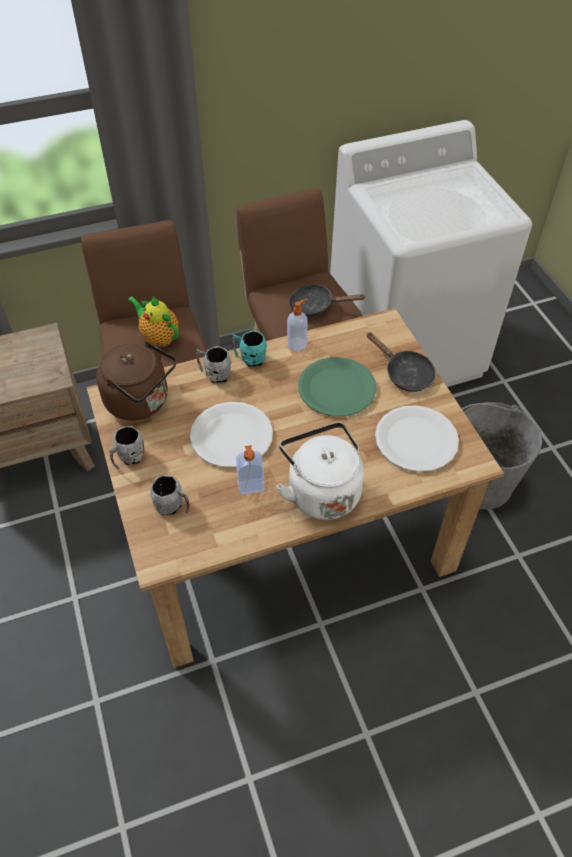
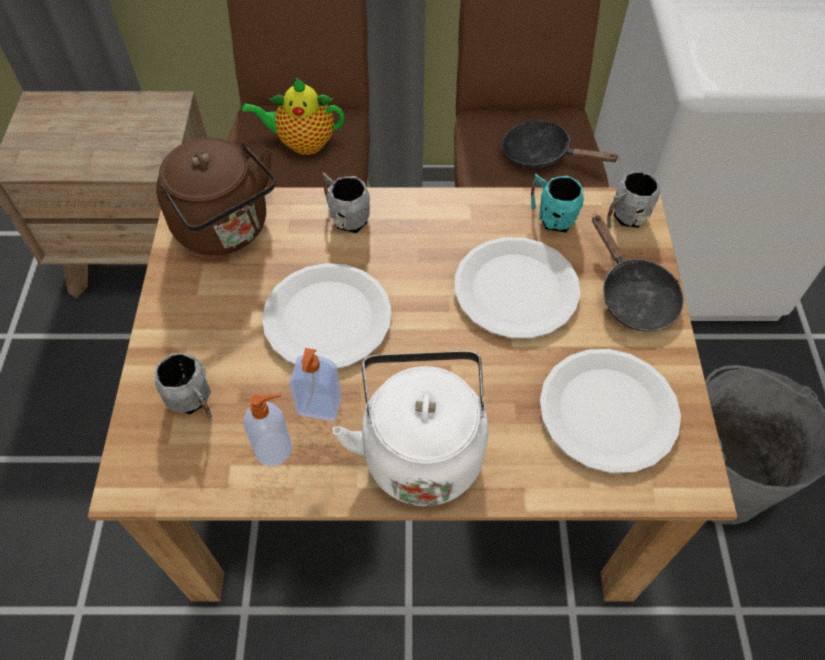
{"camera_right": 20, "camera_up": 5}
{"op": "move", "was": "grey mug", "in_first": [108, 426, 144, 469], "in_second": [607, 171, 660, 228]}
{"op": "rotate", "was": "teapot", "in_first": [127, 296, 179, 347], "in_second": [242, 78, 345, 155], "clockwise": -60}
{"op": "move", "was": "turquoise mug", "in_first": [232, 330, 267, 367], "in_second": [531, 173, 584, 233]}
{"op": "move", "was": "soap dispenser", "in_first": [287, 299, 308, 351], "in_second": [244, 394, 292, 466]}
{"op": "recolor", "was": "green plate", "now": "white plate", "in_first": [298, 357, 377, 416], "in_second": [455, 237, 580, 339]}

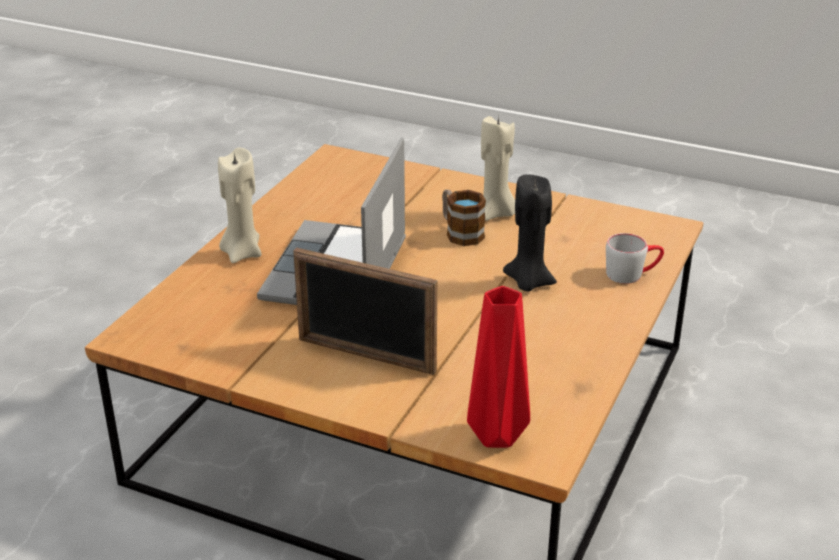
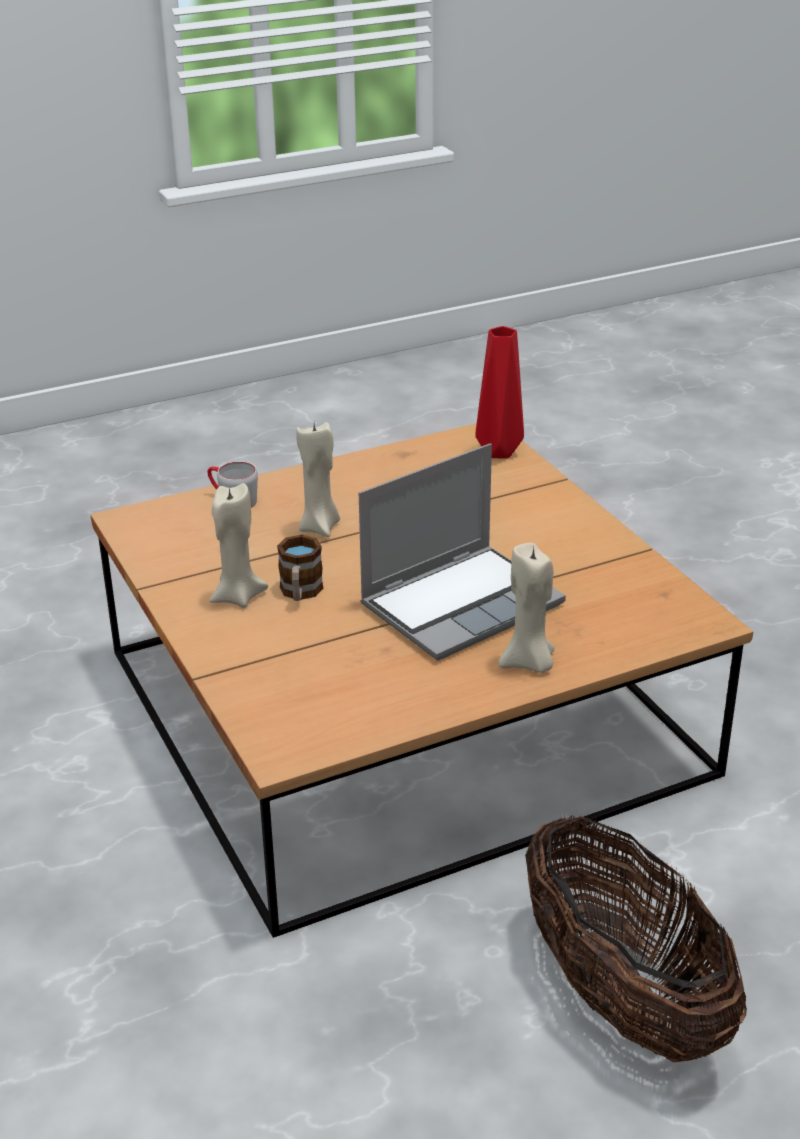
{"camera_right": -140, "camera_up": 0}
{"op": "delete", "was": "picture frame", "in_first": [293, 247, 438, 375]}
{"op": "recolor", "was": "black candle", "now": "beige candle", "in_first": [503, 174, 557, 291], "in_second": [296, 422, 340, 537]}
{"op": "insert", "now": "basket", "in_second": [525, 815, 747, 1062]}

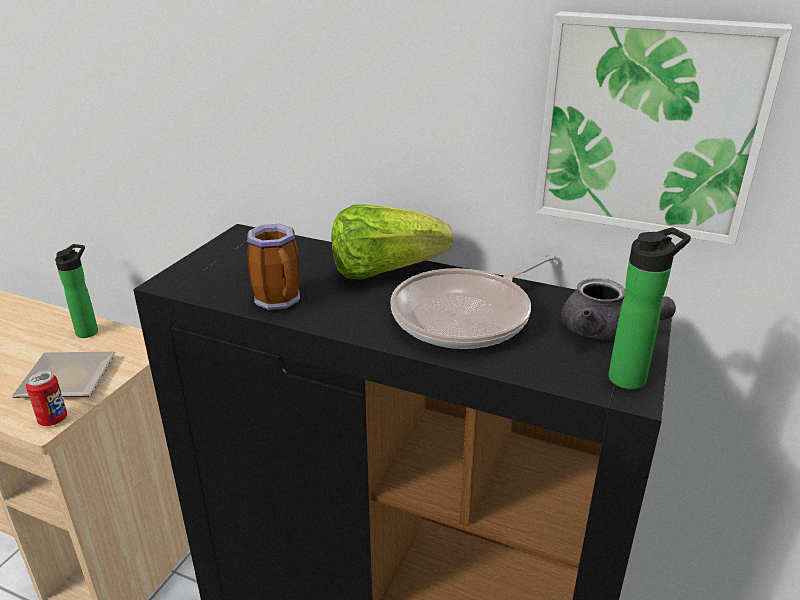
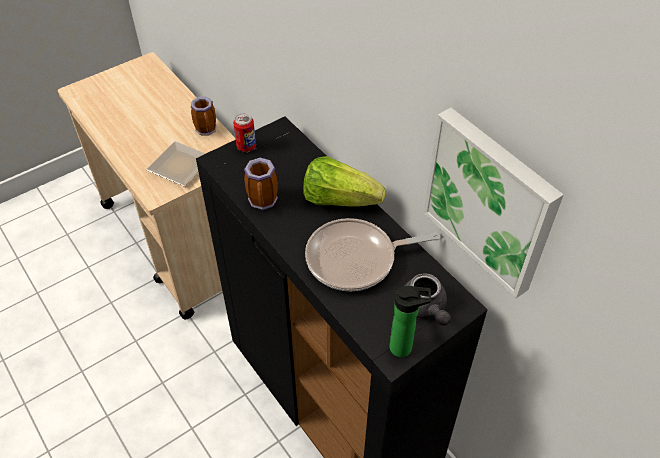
{"camera_right": 30, "camera_up": 20}
{"op": "move", "was": "can", "in_first": [26, 371, 67, 426], "in_second": [233, 113, 256, 152]}
{"op": "replace", "was": "bottle", "now": "mug", "in_first": [55, 244, 98, 338], "in_second": [191, 97, 217, 135]}

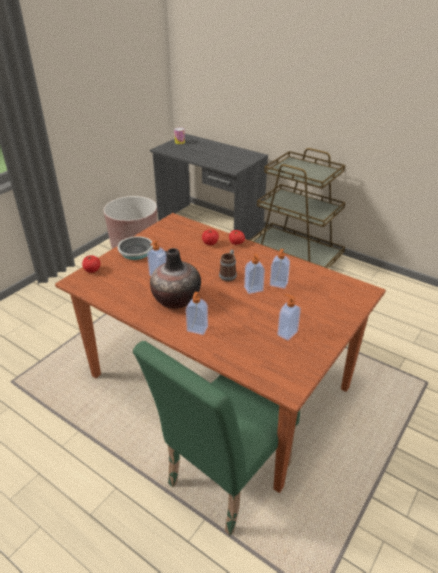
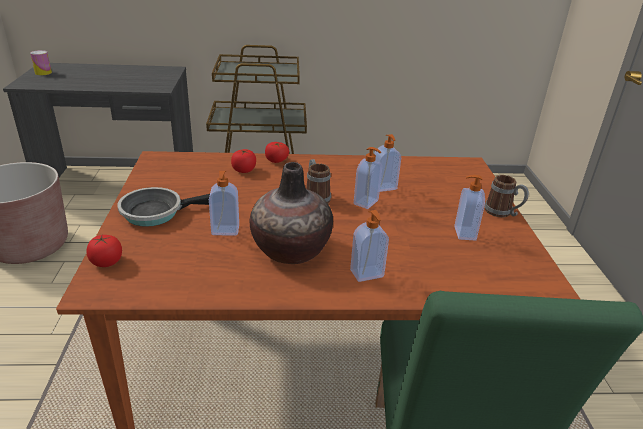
{"camera_right": -40, "camera_up": -5}
{"op": "insert", "now": "mug", "in_second": [485, 175, 529, 217]}

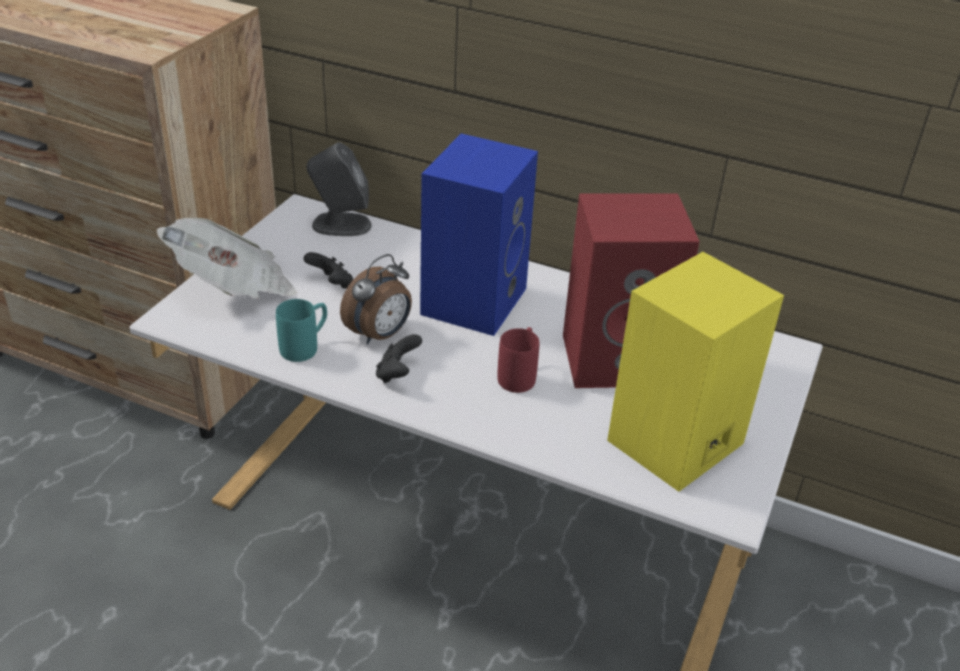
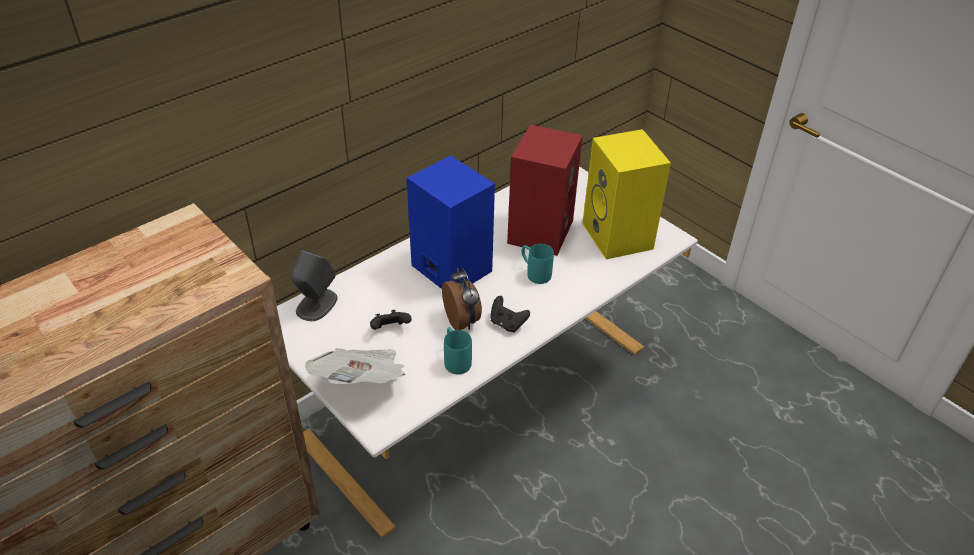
{"camera_right": -65, "camera_up": 5}
{"op": "recolor", "was": "red mug", "now": "turquoise mug", "in_first": [497, 327, 539, 393], "in_second": [522, 244, 554, 284]}

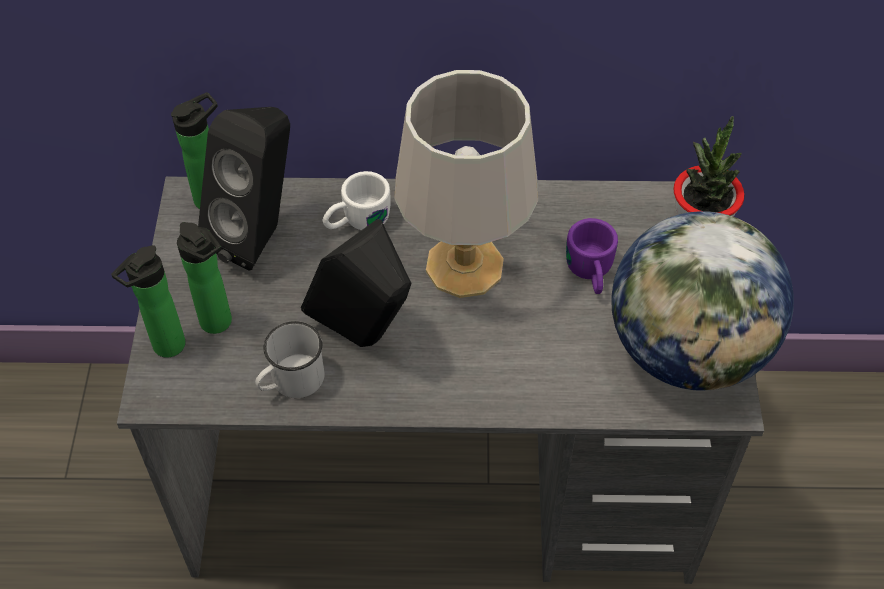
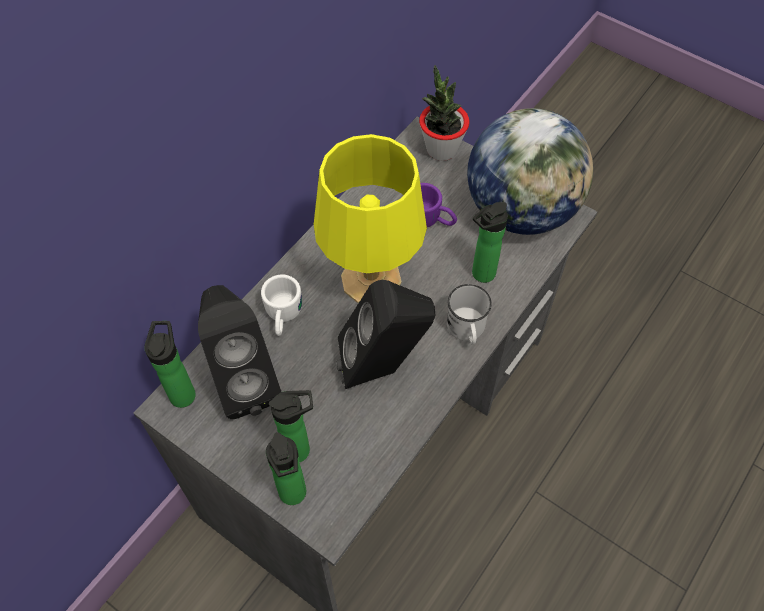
{"camera_right": -55, "camera_up": 5}
{"op": "move", "was": "white mug", "in_first": [255, 321, 324, 398], "in_second": [447, 284, 492, 344]}
{"op": "recolor", "was": "grey table lamp", "now": "yellow table lamp", "in_first": [394, 70, 538, 298], "in_second": [314, 134, 427, 303]}
{"op": "insert", "now": "bottle", "in_second": [472, 202, 508, 283]}

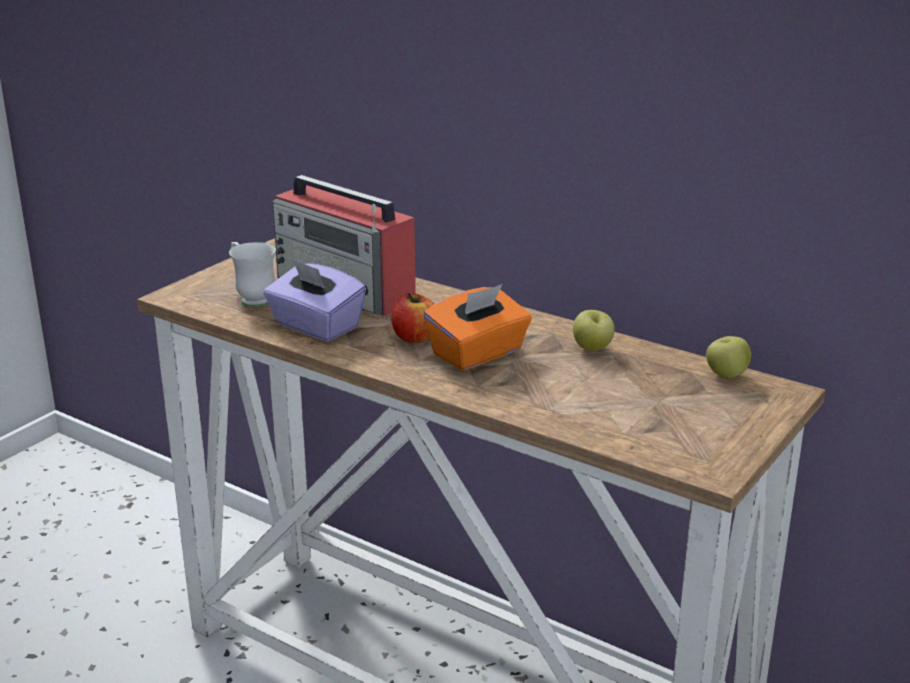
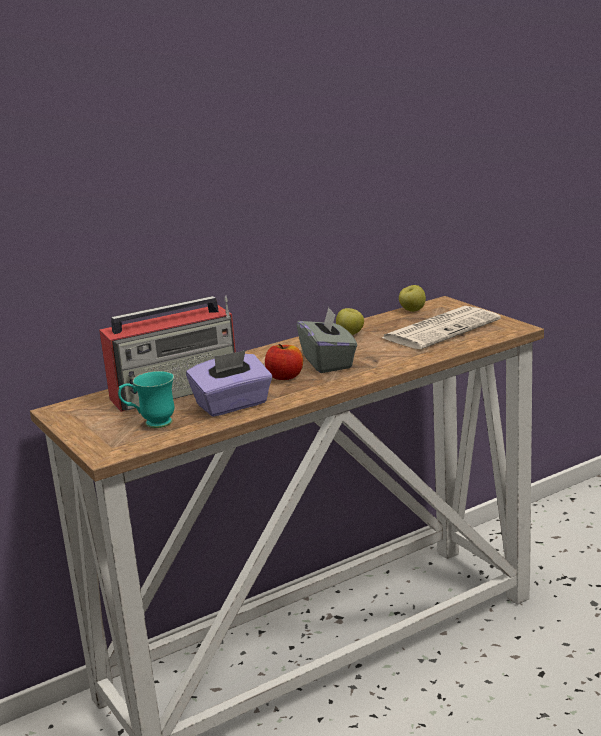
{"camera_right": -65, "camera_up": -5}
{"op": "recolor", "was": "white mug", "now": "turquoise mug", "in_first": [229, 242, 276, 307], "in_second": [118, 371, 174, 428]}
{"op": "recolor", "was": "orange tissue box", "now": "grey tissue box", "in_first": [423, 284, 532, 370], "in_second": [297, 307, 357, 373]}
{"op": "insert", "now": "newspaper", "in_second": [382, 306, 501, 349]}

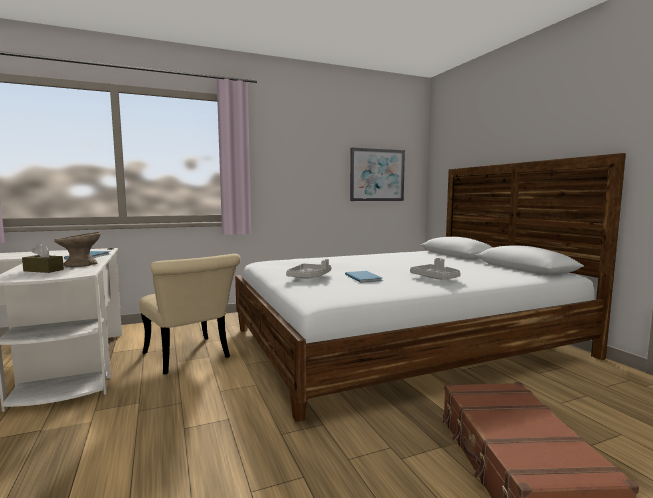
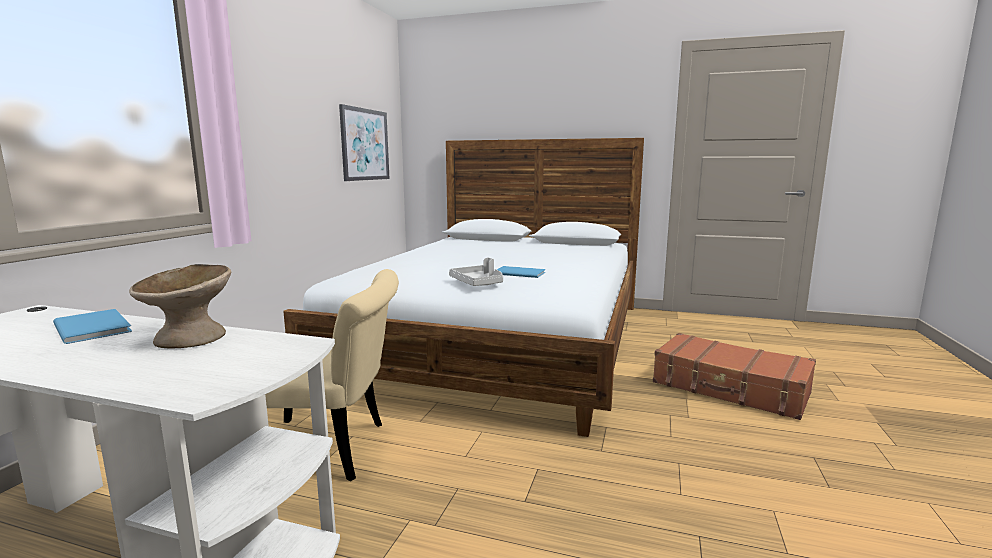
{"camera_right": -50, "camera_up": 5}
{"op": "delete", "was": "brown tissue box", "in_first": [22, 244, 64, 273]}
{"op": "delete", "was": "grey tray", "in_first": [410, 258, 461, 280]}

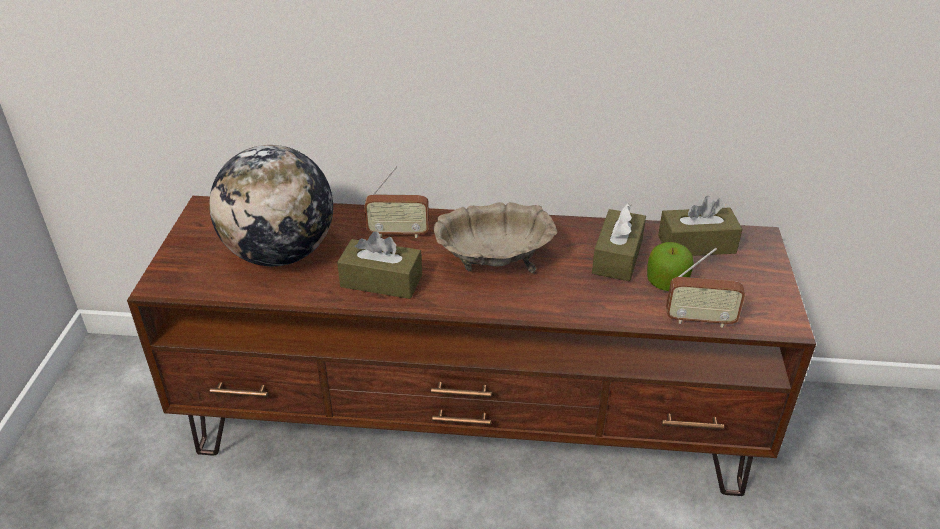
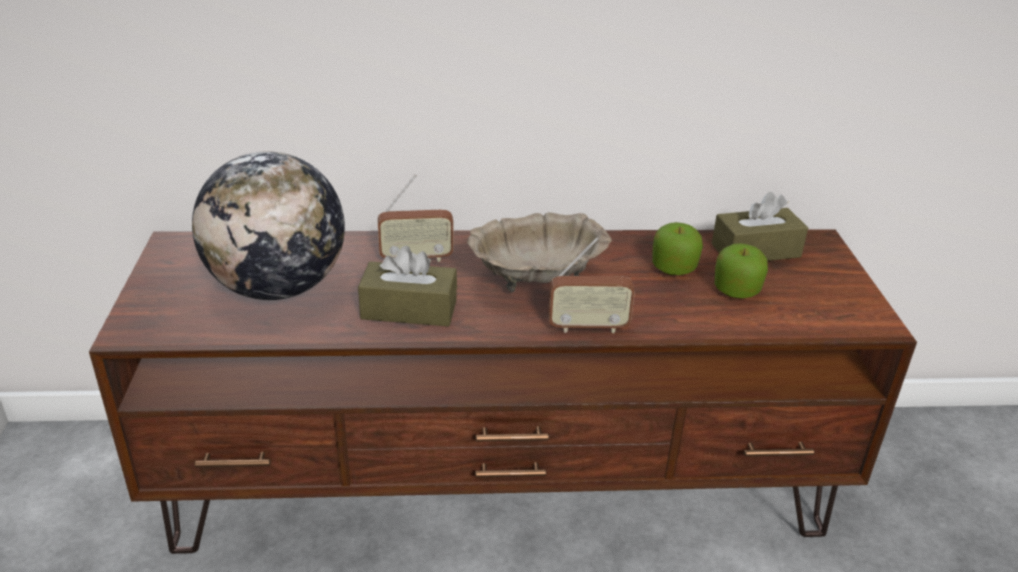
{"camera_right": -10, "camera_up": -5}
{"op": "replace", "was": "brown tissue box", "now": "apple", "in_first": [592, 204, 646, 281], "in_second": [653, 222, 703, 275]}
{"op": "move", "was": "radio", "in_first": [666, 248, 745, 328], "in_second": [548, 237, 635, 333]}

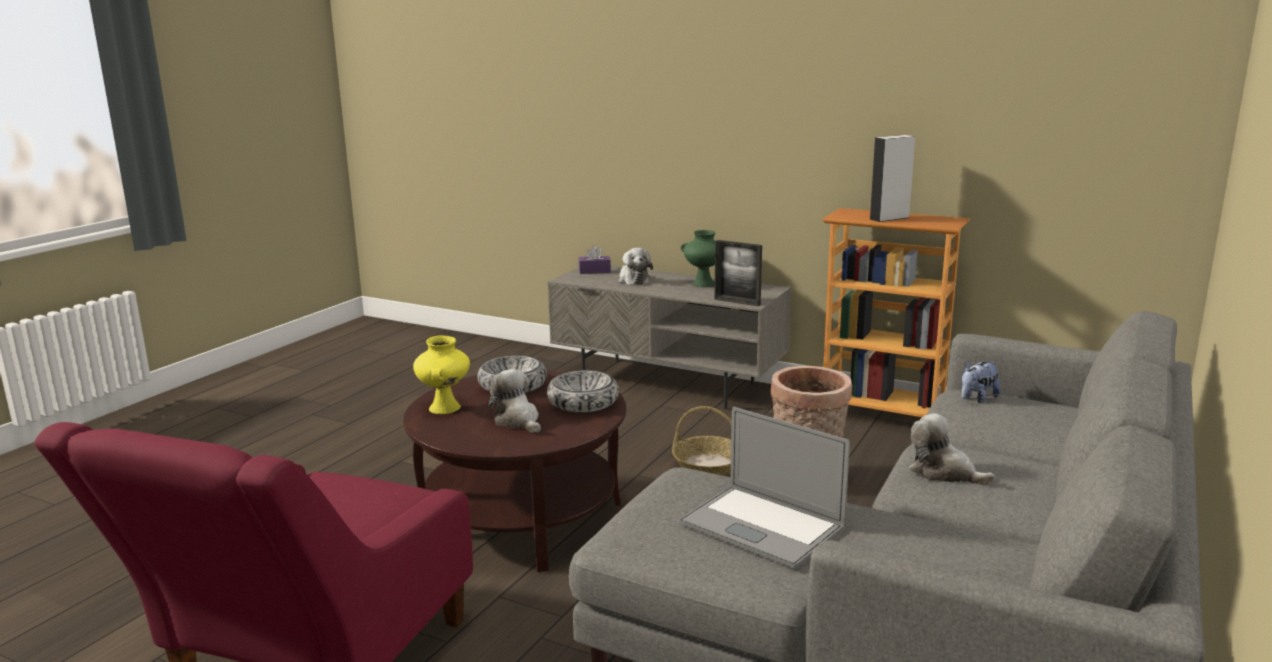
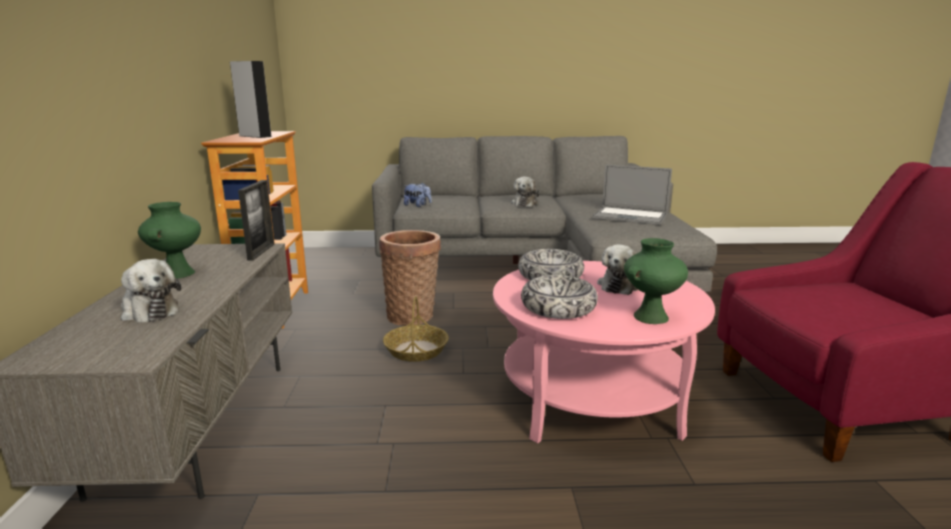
{"camera_right": -120, "camera_up": 0}
{"op": "recolor", "was": "brown coffee table", "now": "pink coffee table", "in_first": [403, 370, 626, 572], "in_second": [493, 261, 715, 443]}
{"op": "recolor", "was": "yellow vase", "now": "green vase", "in_first": [413, 335, 470, 414], "in_second": [624, 238, 688, 324]}
{"op": "delete", "was": "purple tissue box", "in_first": [578, 246, 611, 274]}
{"op": "rotate", "was": "plush toy", "in_first": [619, 248, 653, 285], "in_second": [121, 259, 181, 323], "clockwise": 90}
{"op": "rotate", "was": "laptop", "in_first": [679, 407, 850, 569], "in_second": [592, 165, 672, 225], "clockwise": 105}

